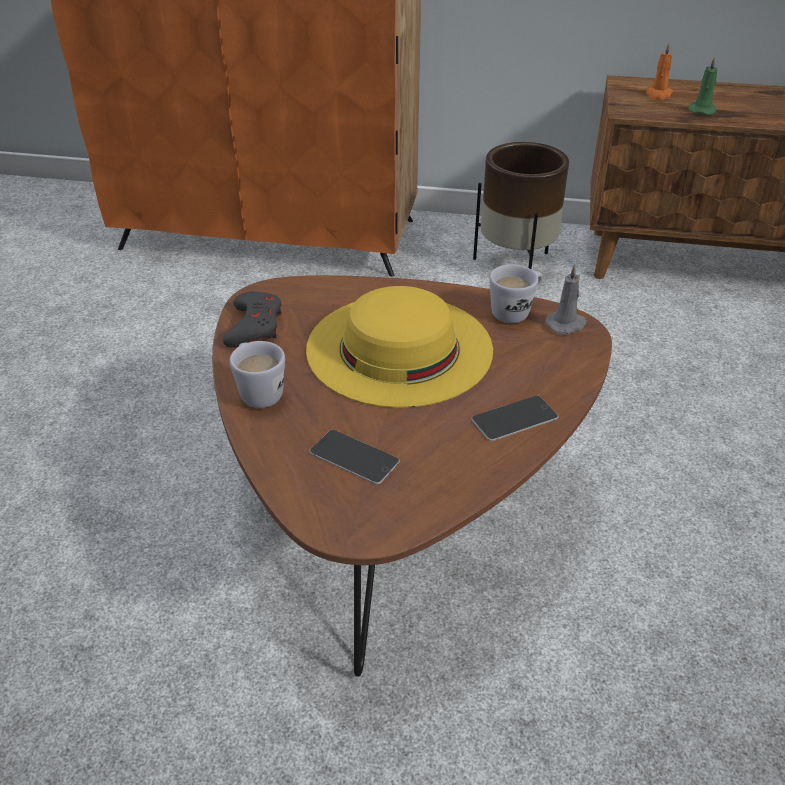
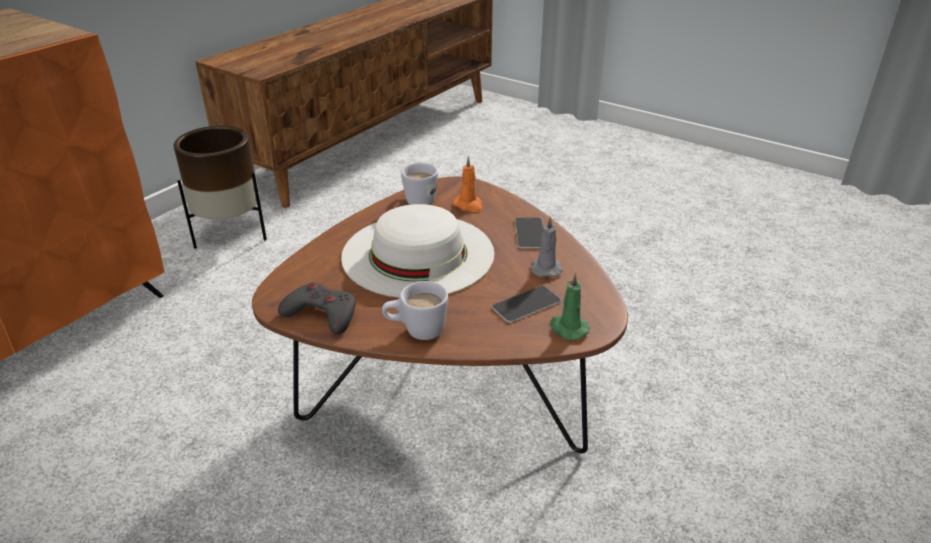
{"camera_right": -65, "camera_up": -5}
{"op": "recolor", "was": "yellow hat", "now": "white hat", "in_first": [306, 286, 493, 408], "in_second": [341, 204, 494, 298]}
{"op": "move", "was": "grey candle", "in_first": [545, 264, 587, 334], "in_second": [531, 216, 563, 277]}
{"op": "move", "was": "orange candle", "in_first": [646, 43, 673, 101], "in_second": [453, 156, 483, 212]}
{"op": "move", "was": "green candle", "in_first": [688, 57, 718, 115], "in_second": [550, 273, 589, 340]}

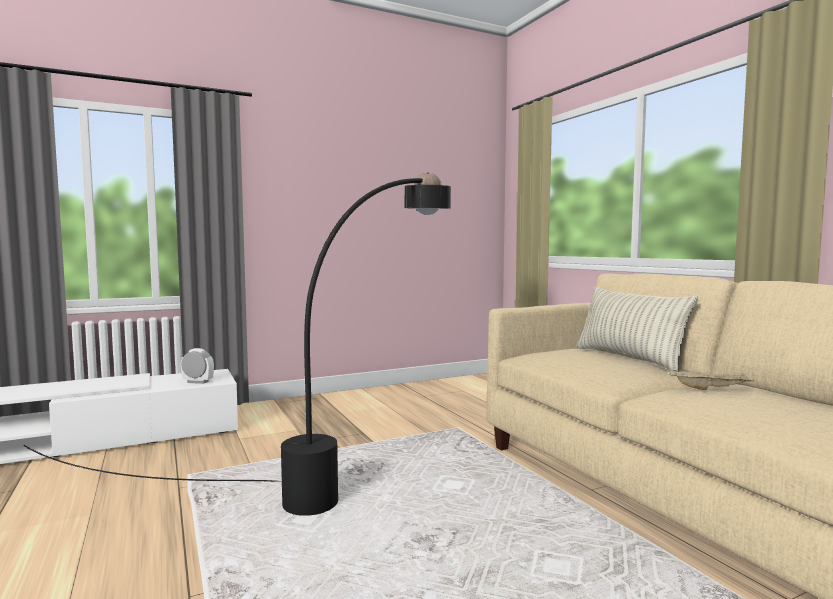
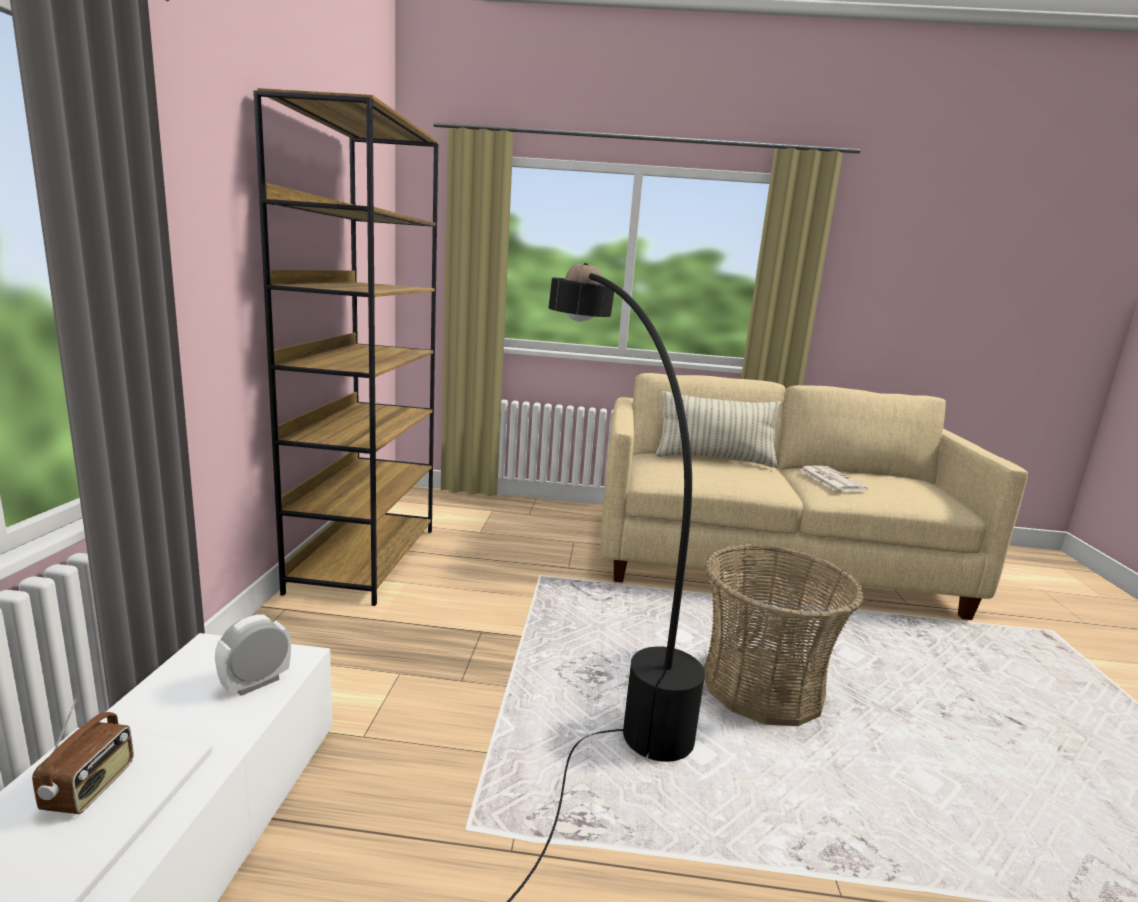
{"camera_right": -60, "camera_up": 10}
{"op": "replace", "was": "beige tray", "now": "newspaper", "in_first": [668, 370, 755, 390], "in_second": [800, 465, 868, 491]}
{"op": "insert", "now": "radio", "in_second": [32, 699, 134, 814]}
{"op": "insert", "now": "brown bookcase", "in_second": [253, 88, 438, 606]}
{"op": "insert", "now": "basket", "in_second": [703, 544, 864, 726]}

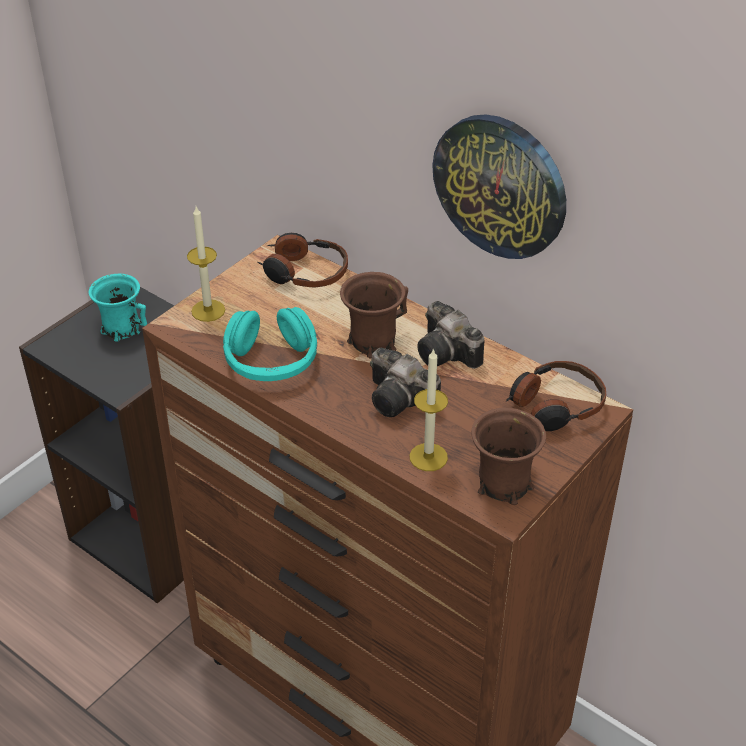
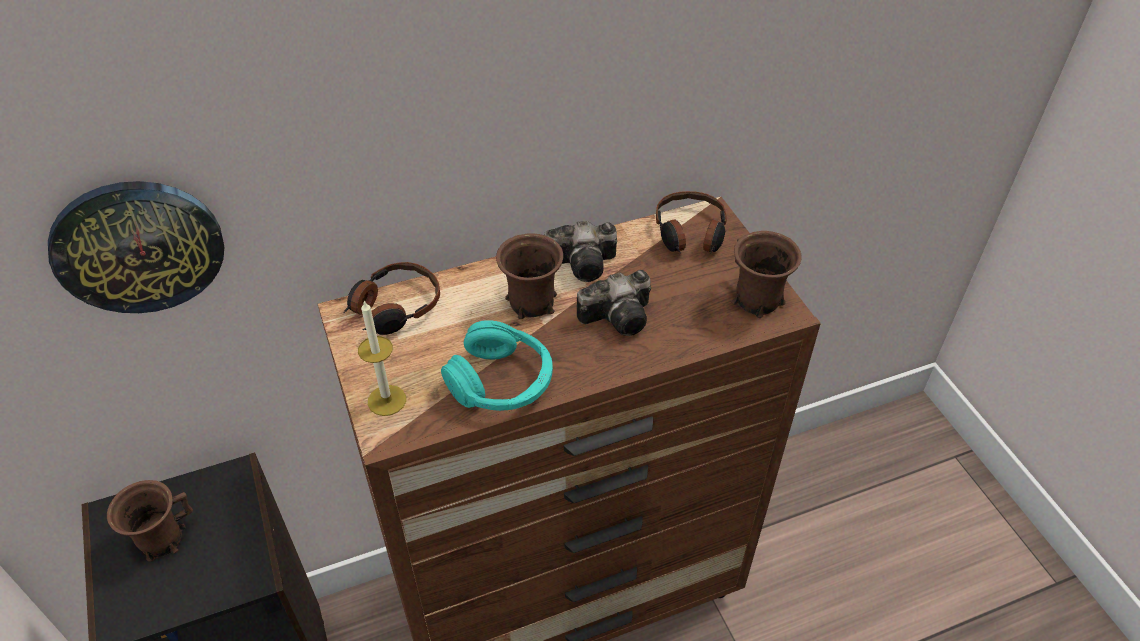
{"camera_right": -60, "camera_up": 5}
{"op": "recolor", "was": "turquoise mug", "now": "brown mug", "in_first": [89, 273, 147, 342], "in_second": [107, 480, 193, 562]}
{"op": "delete", "was": "candle", "in_first": [410, 348, 448, 471]}
{"op": "move", "was": "wall clock", "in_first": [432, 114, 566, 259], "in_second": [48, 181, 224, 313]}

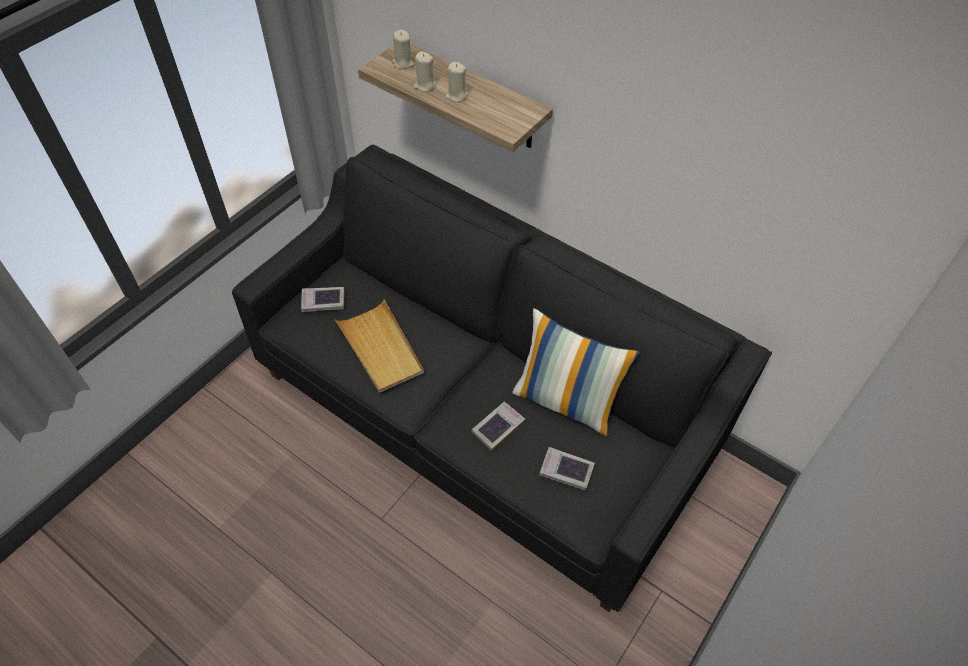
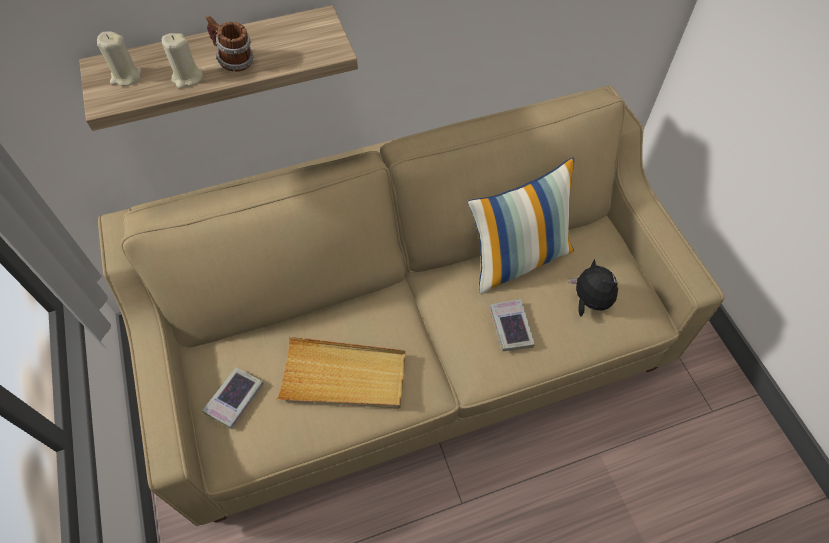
{"camera_right": -55, "camera_up": 5}
{"op": "recolor", "was": "black sofa", "now": "beige sofa", "in_first": [232, 145, 772, 612], "in_second": [98, 86, 725, 526]}
{"op": "replace", "was": "beige candle", "now": "mug", "in_first": [445, 62, 468, 102], "in_second": [206, 16, 254, 72]}
{"op": "replace", "was": "book", "now": "plush toy", "in_first": [539, 447, 595, 491], "in_second": [569, 259, 618, 316]}

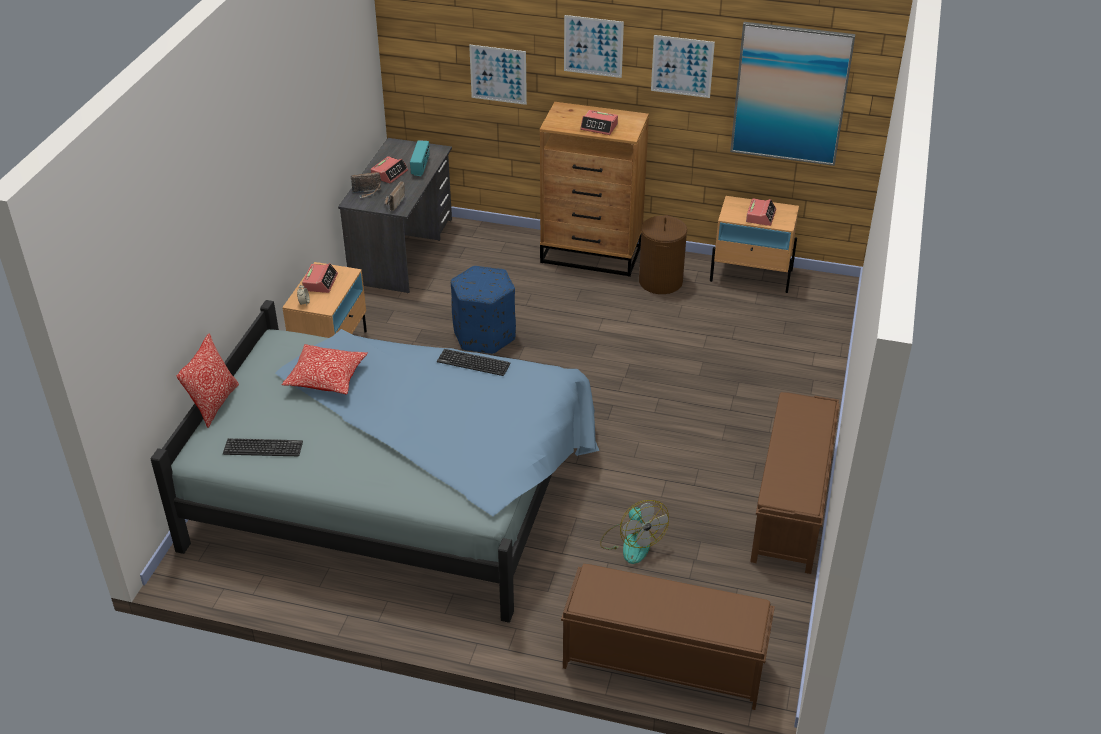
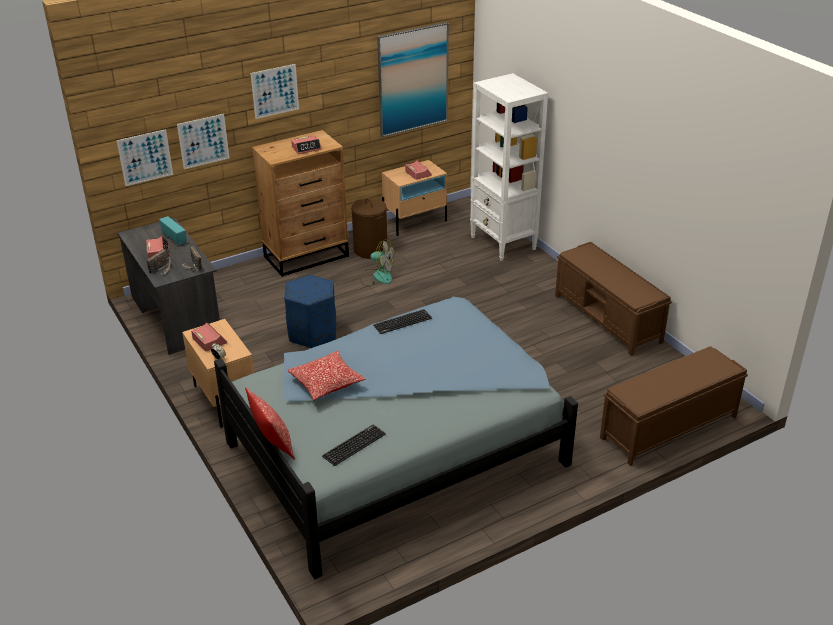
{"camera_right": -45, "camera_up": -5}
{"op": "move", "was": "fan", "in_first": [600, 500, 669, 564], "in_second": [360, 239, 396, 286]}
{"op": "move", "was": "picture", "in_first": [651, 35, 715, 98], "in_second": [117, 129, 173, 186]}
{"op": "insert", "now": "white bookcase", "in_second": [470, 73, 548, 261]}

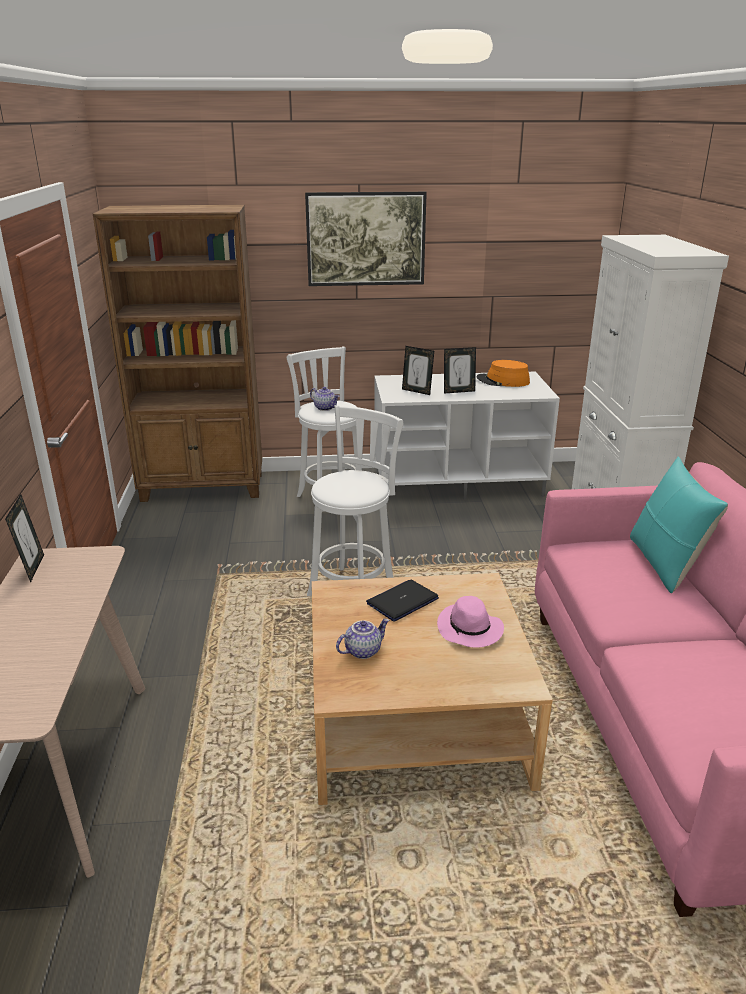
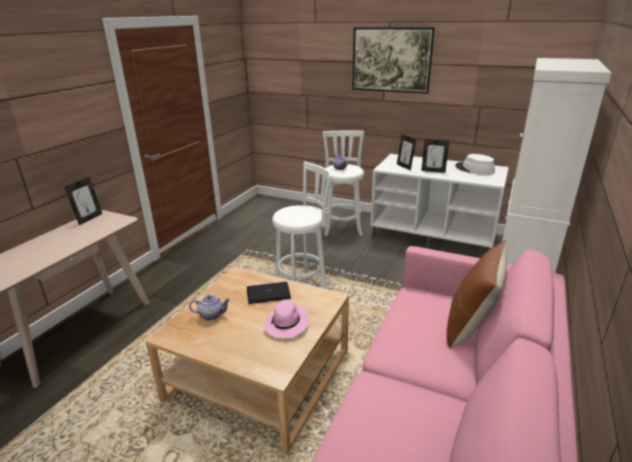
{"camera_right": 30, "camera_up": 0}
{"op": "delete", "was": "brown bookcase", "in_first": [93, 205, 262, 502]}
{"op": "recolor", "was": "orange hat", "now": "white hat", "in_first": [476, 360, 530, 387], "in_second": [455, 154, 495, 175]}
{"op": "recolor", "was": "turquoise pillow", "now": "brown pillow", "in_first": [630, 457, 728, 593], "in_second": [447, 240, 507, 348]}

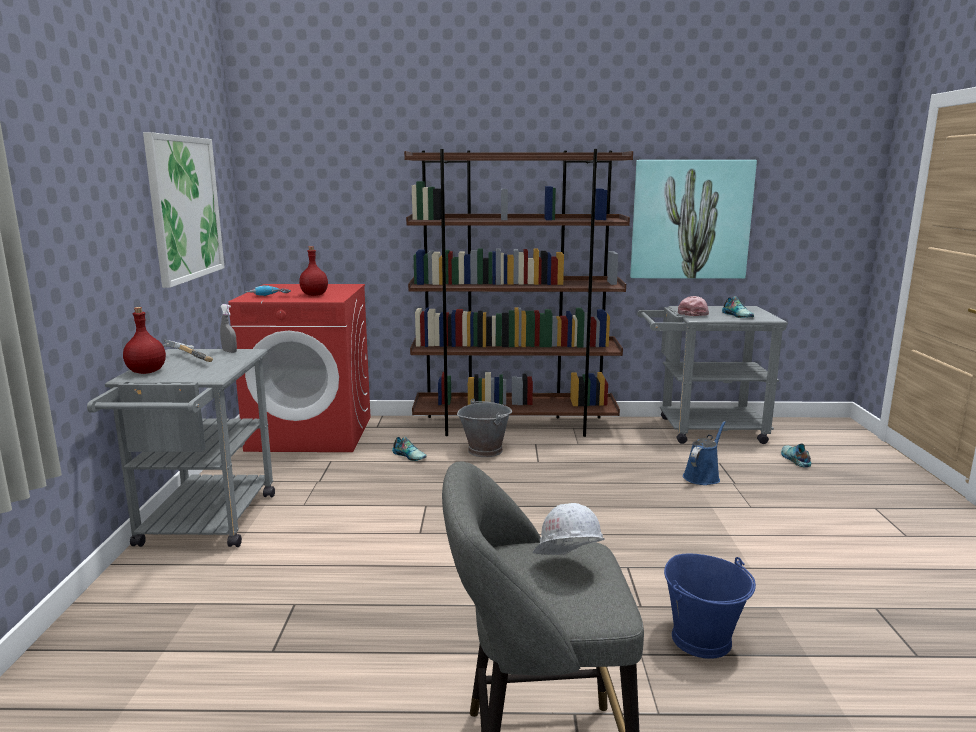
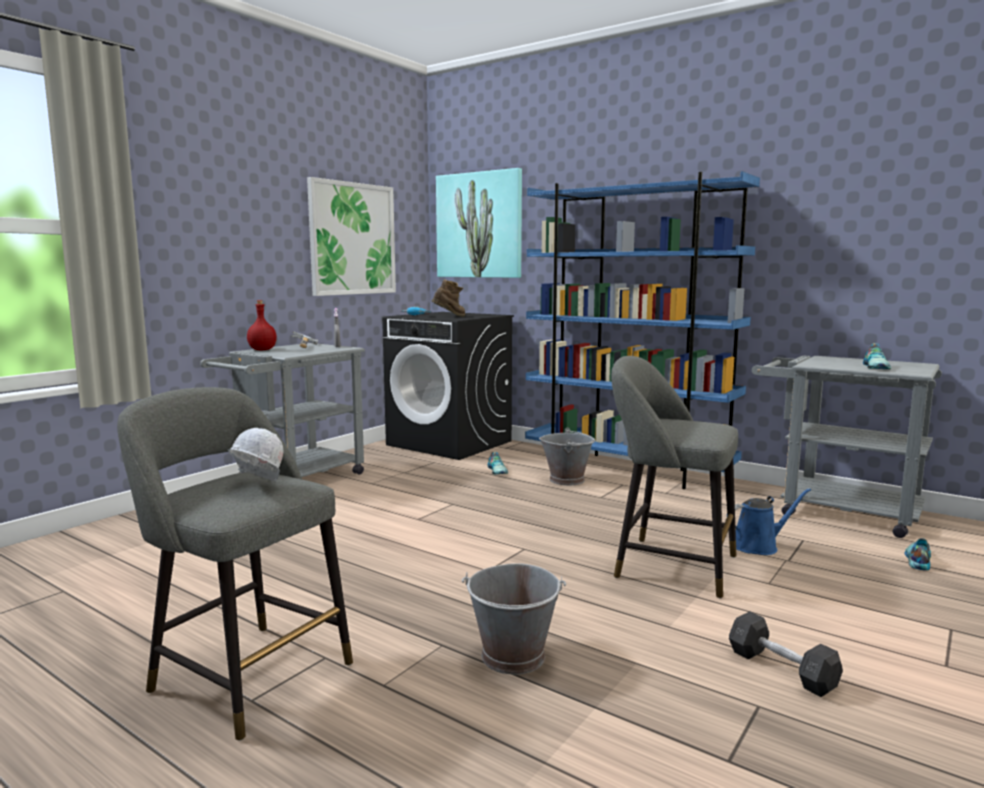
{"camera_right": 35, "camera_up": -5}
{"op": "recolor", "was": "red washing machine", "now": "black washing machine", "in_first": [228, 284, 371, 452], "in_second": [382, 312, 514, 460]}
{"op": "replace", "was": "red bottle", "now": "brown boot", "in_first": [299, 246, 328, 296], "in_second": [431, 279, 465, 317]}
{"op": "recolor", "was": "brown bookcase", "now": "blue bookcase", "in_first": [404, 149, 633, 437], "in_second": [525, 171, 760, 489]}
{"op": "move", "was": "picture", "in_first": [630, 160, 757, 279], "in_second": [436, 168, 522, 278]}
{"op": "recolor", "was": "blue bucket", "now": "grey bucket", "in_first": [664, 554, 756, 659], "in_second": [462, 563, 566, 674]}
{"op": "delete", "was": "pink cap", "in_first": [678, 296, 709, 316]}
{"op": "insert", "now": "grey stool", "in_second": [611, 356, 738, 598]}
{"op": "insert", "now": "grey dumbbell", "in_second": [729, 612, 843, 697]}

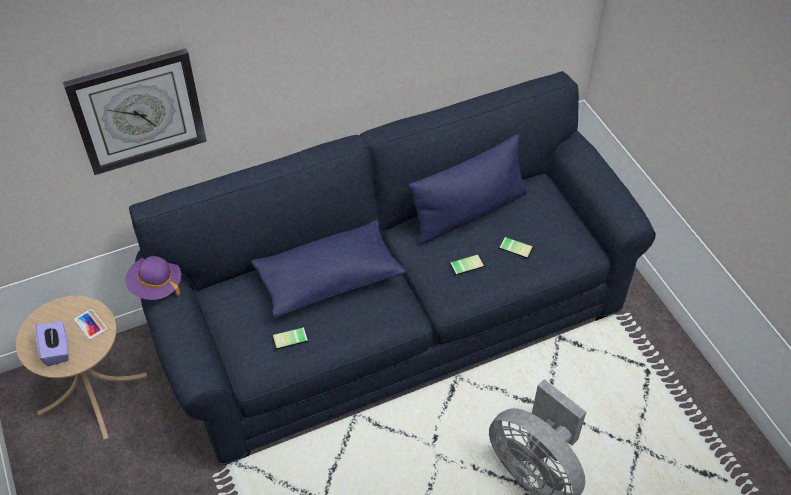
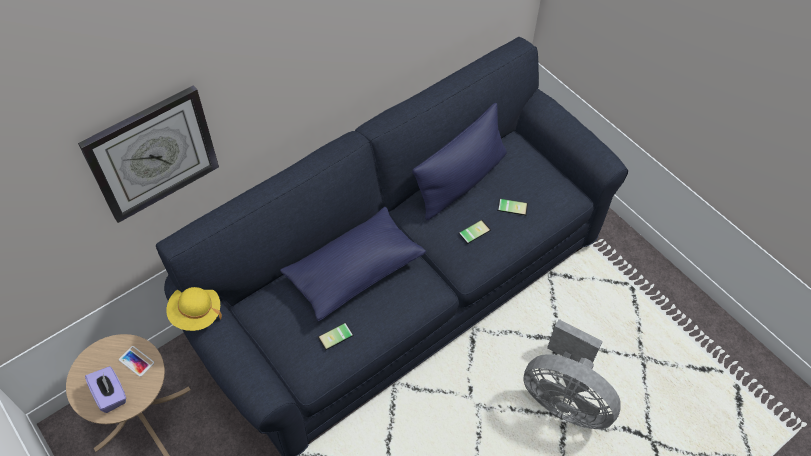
{"camera_right": -15, "camera_up": 5}
{"op": "recolor", "was": "purple hat", "now": "yellow hat", "in_first": [125, 256, 181, 300], "in_second": [166, 287, 222, 331]}

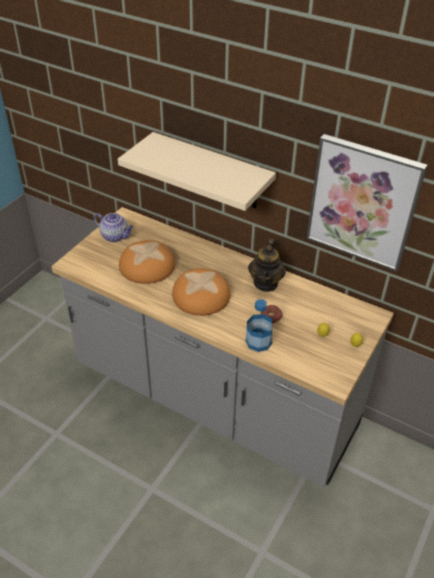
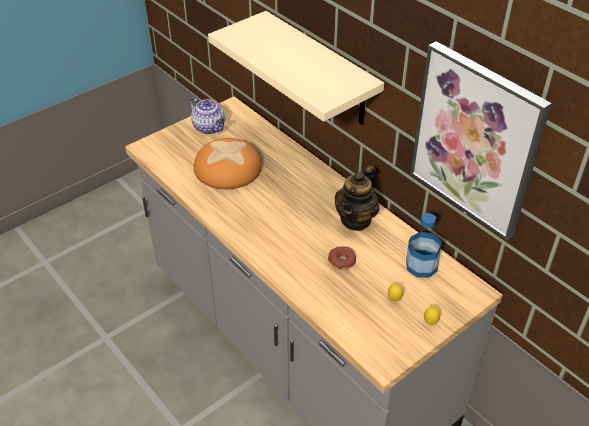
{"camera_right": 20, "camera_up": 0}
{"op": "delete", "was": "bread", "in_first": [172, 269, 231, 316]}
{"op": "move", "was": "bottle", "in_first": [246, 299, 272, 352], "in_second": [406, 213, 442, 278]}

